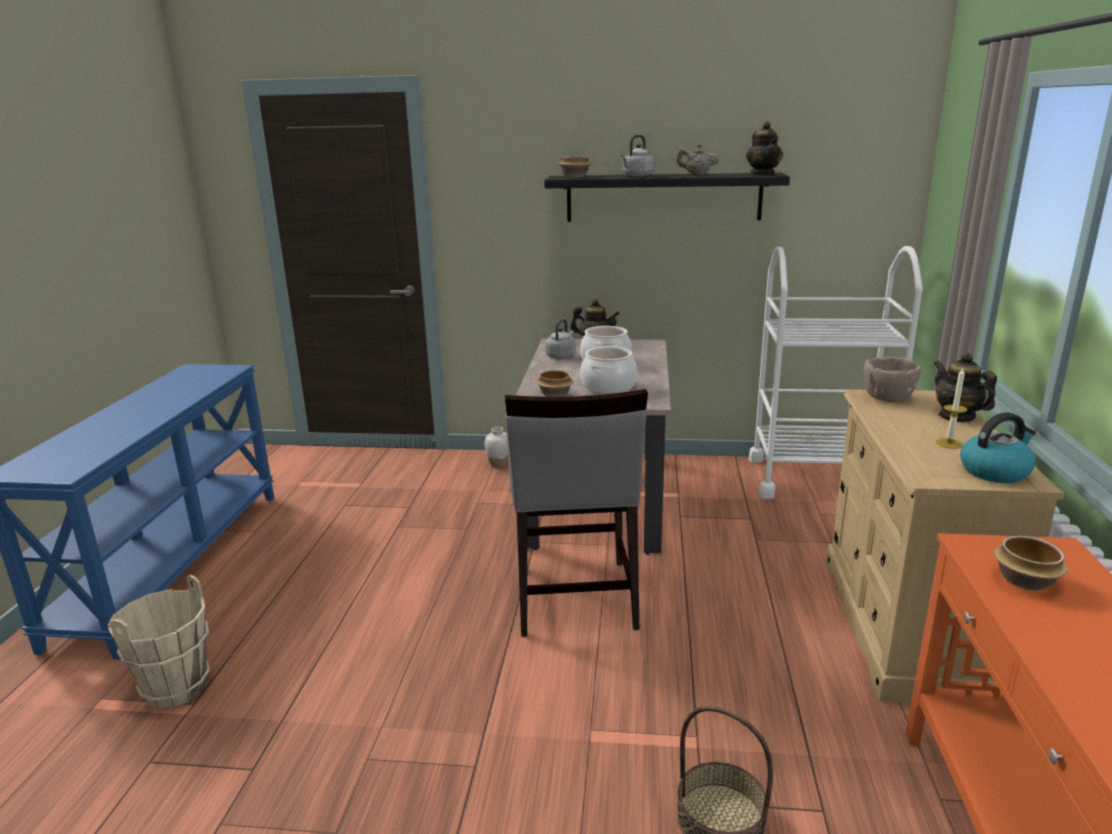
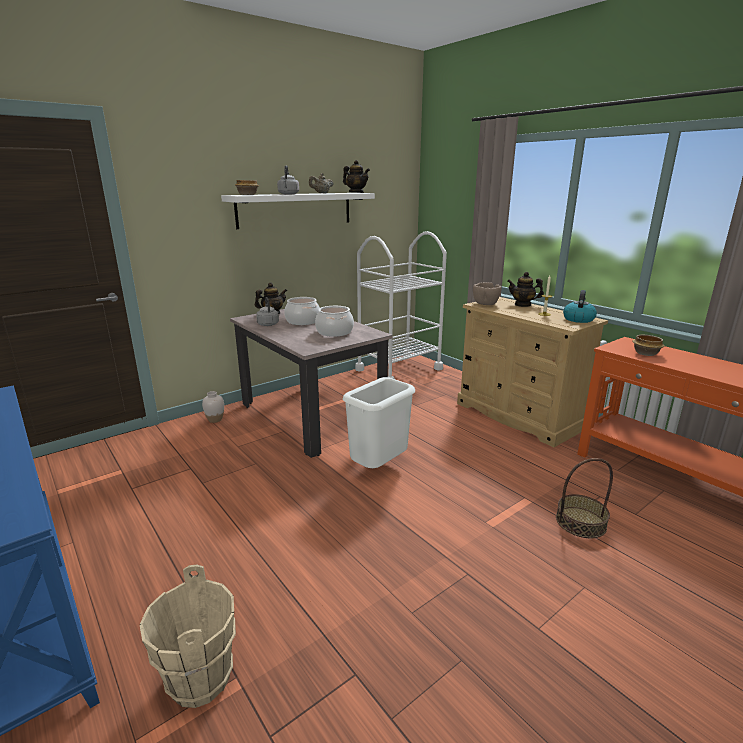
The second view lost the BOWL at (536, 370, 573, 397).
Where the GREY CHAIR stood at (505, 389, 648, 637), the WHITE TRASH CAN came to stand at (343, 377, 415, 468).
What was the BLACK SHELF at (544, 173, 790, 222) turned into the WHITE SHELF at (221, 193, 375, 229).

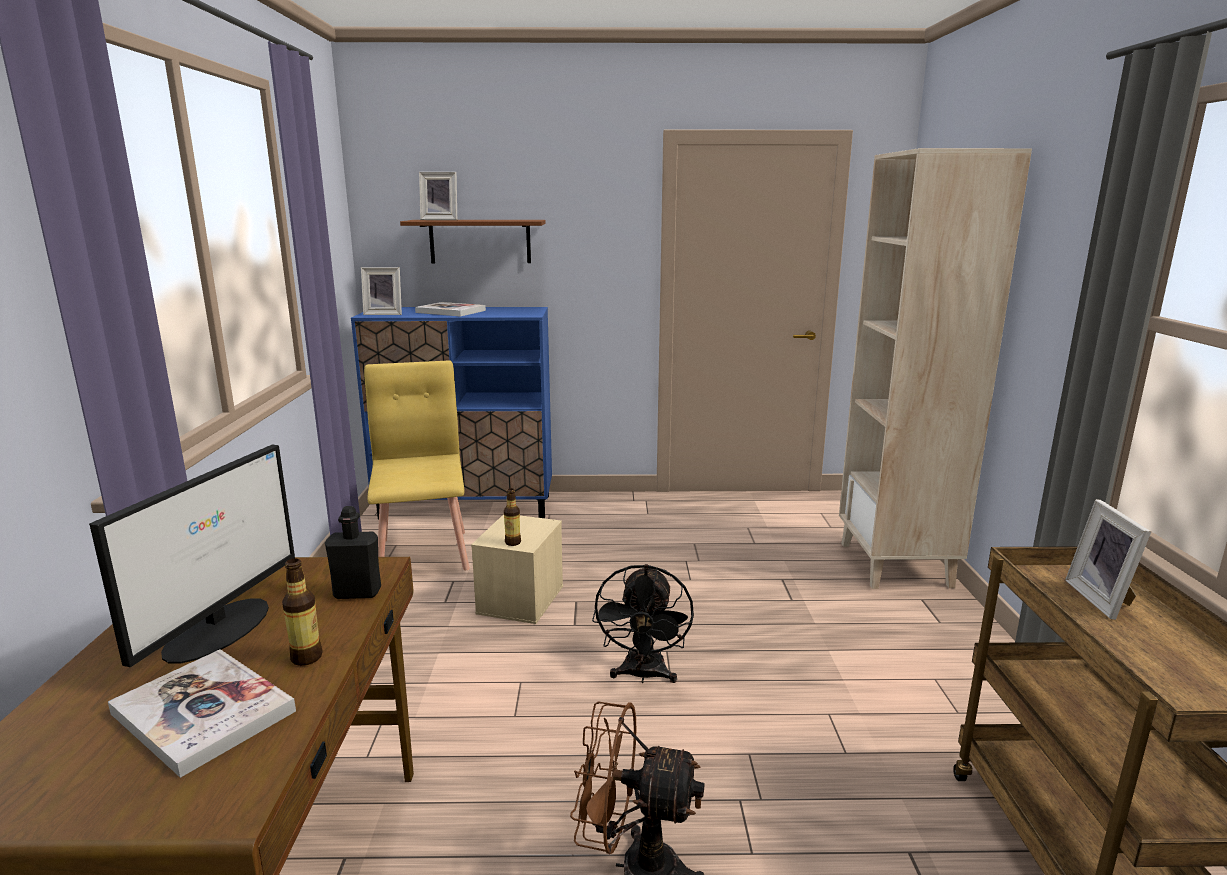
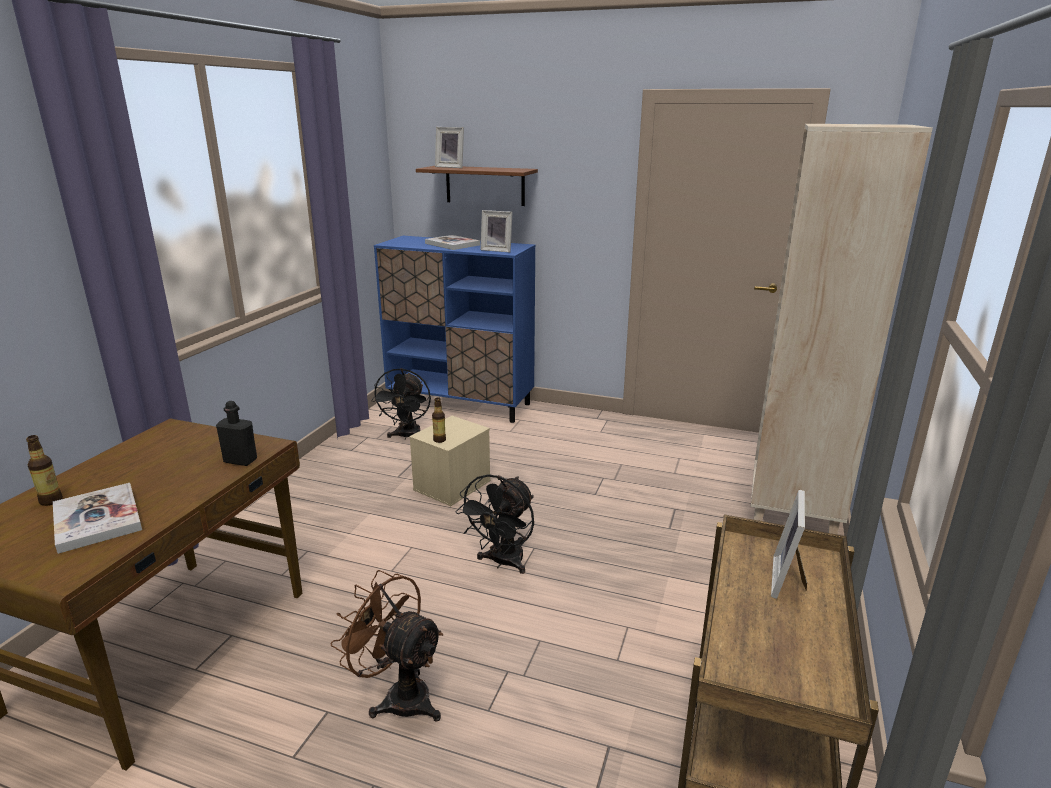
The second view lost the MONITOR at (89, 445, 295, 667).
The BOTTLE ended up elsewhere, having gone from (282, 558, 322, 666) to (26, 435, 63, 506).
The PICTURE FRAME ended up elsewhere, having gone from (361, 267, 402, 315) to (480, 210, 512, 252).
Where the YELLOW CHAIR stood at (364, 360, 470, 570), the BLACK FAN came to stand at (371, 368, 431, 440).

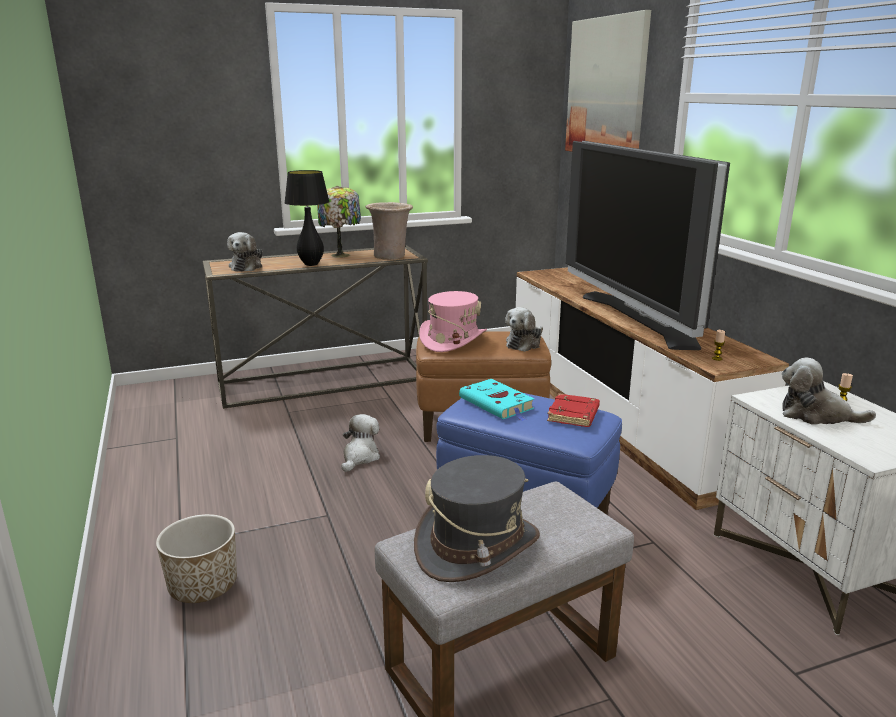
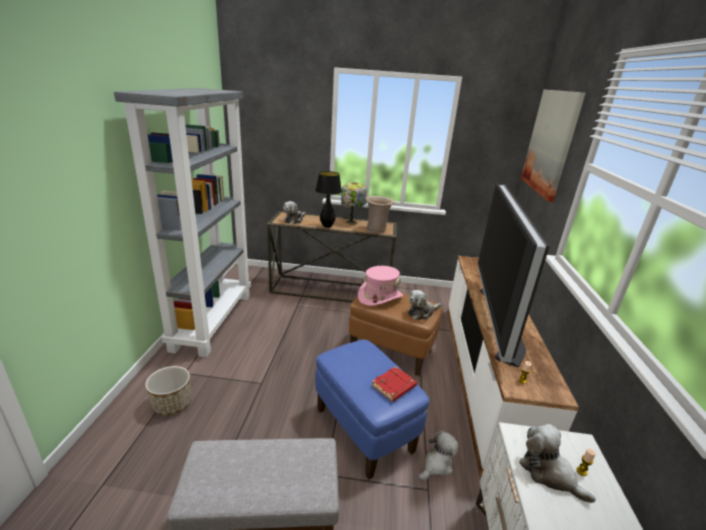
The second view lost the GREY HAT at (414, 455, 540, 582).
The second view lost the TURQUOISE BOOK at (459, 379, 534, 421).
The second view gained the GREY BOOKCASE at (114, 88, 251, 357).
The PLUSH TOY ended up elsewhere, having gone from (341, 414, 380, 472) to (419, 430, 459, 481).

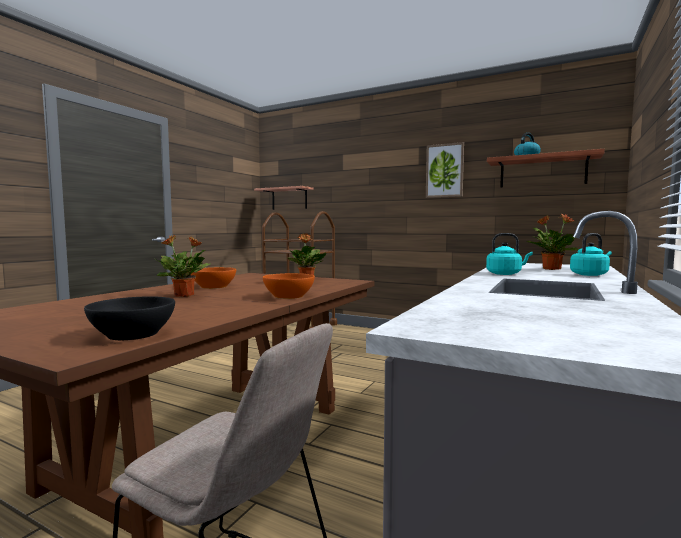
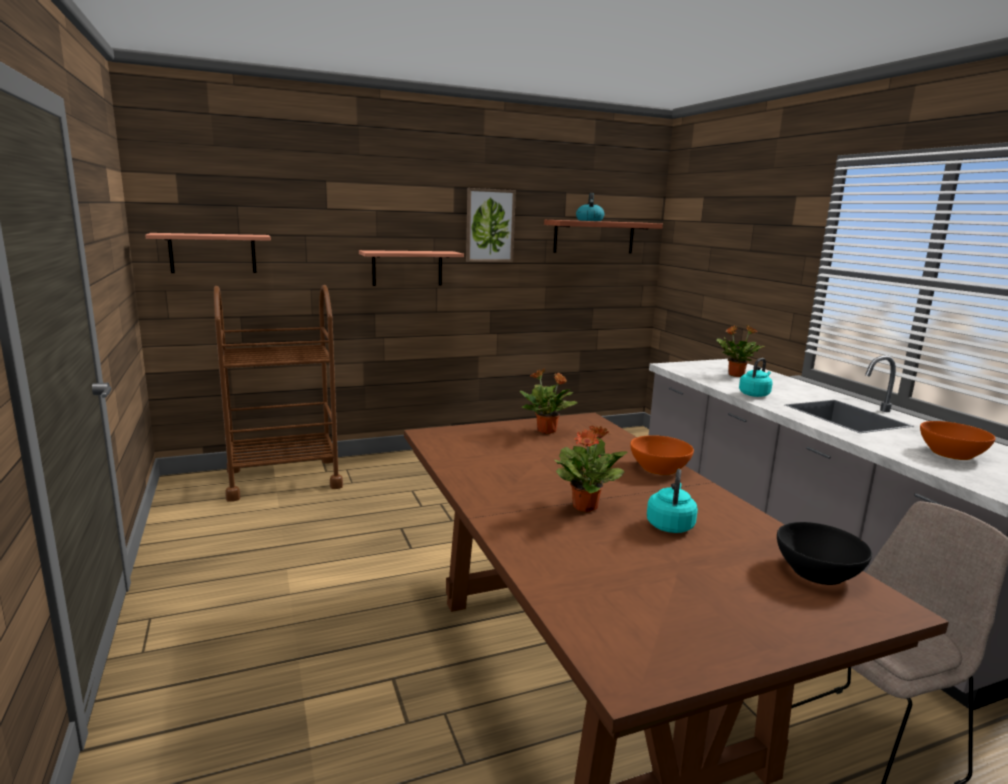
The second view gained the SHELF at (359, 250, 464, 286).
The ORANGE BOWL ended up elsewhere, having gone from (191, 267, 236, 289) to (920, 421, 996, 460).
The TURQUOISE KETTLE ended up elsewhere, having gone from (570, 233, 612, 276) to (647, 469, 698, 533).

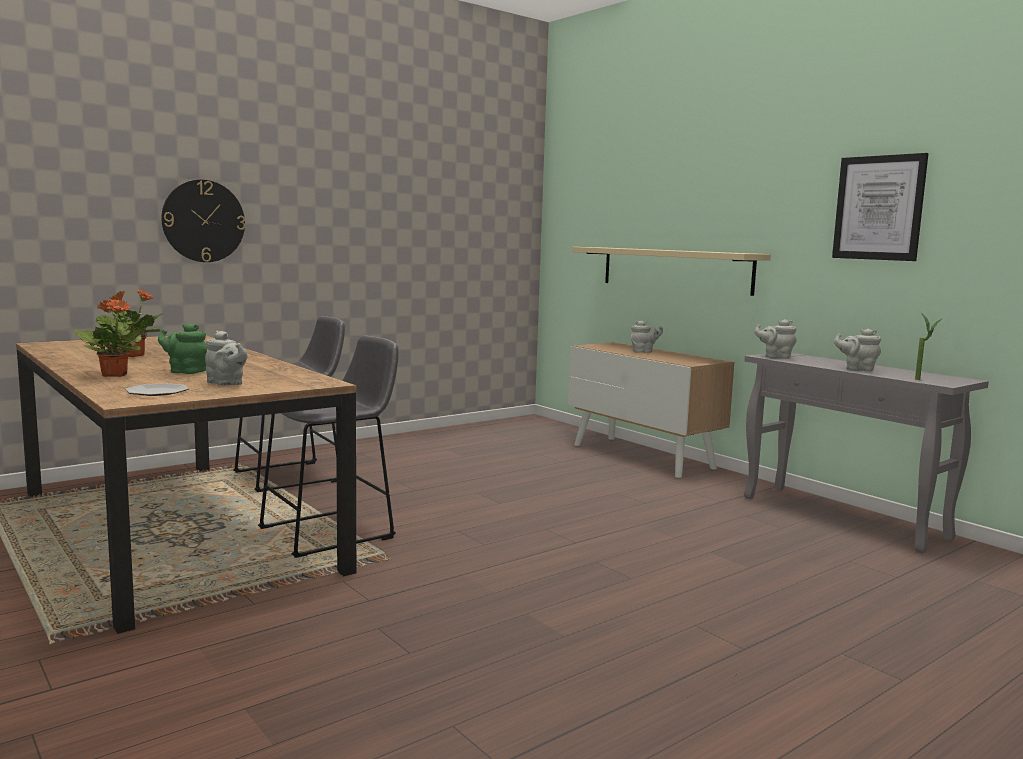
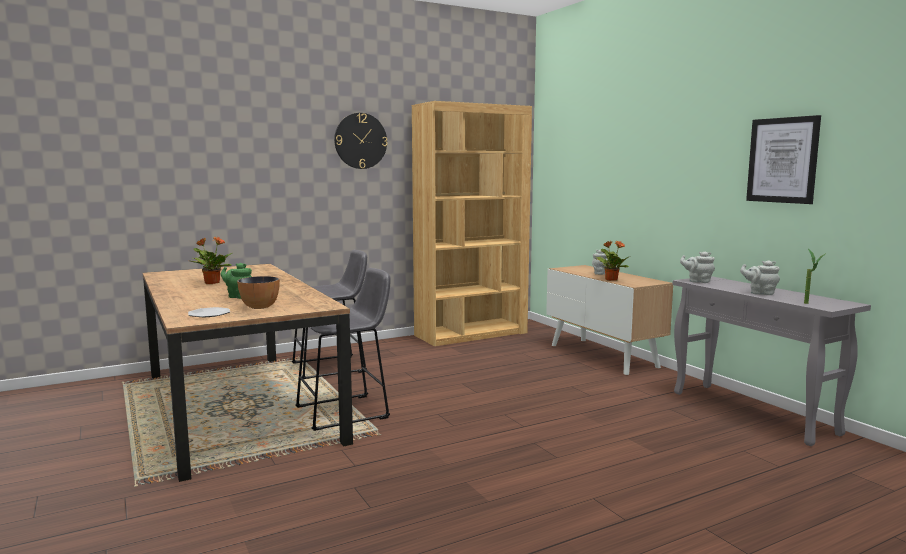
The second view lost the BEIGE SHELF at (572, 247, 771, 296).
The second view gained the BROWN BOOKCASE at (412, 101, 532, 346).
The POTTED PLANT ended up elsewhere, having gone from (74, 299, 144, 377) to (595, 241, 629, 281).
The WALL CLOCK ended up elsewhere, having gone from (162, 180, 245, 262) to (334, 113, 387, 169).
Where the GREY TEAPOT stood at (205, 331, 248, 385), the BOWL came to stand at (237, 276, 280, 309).

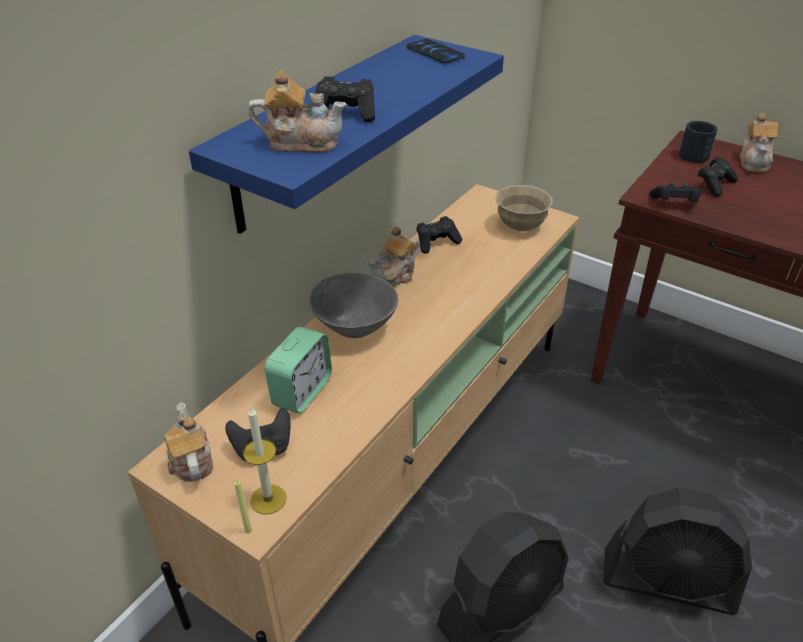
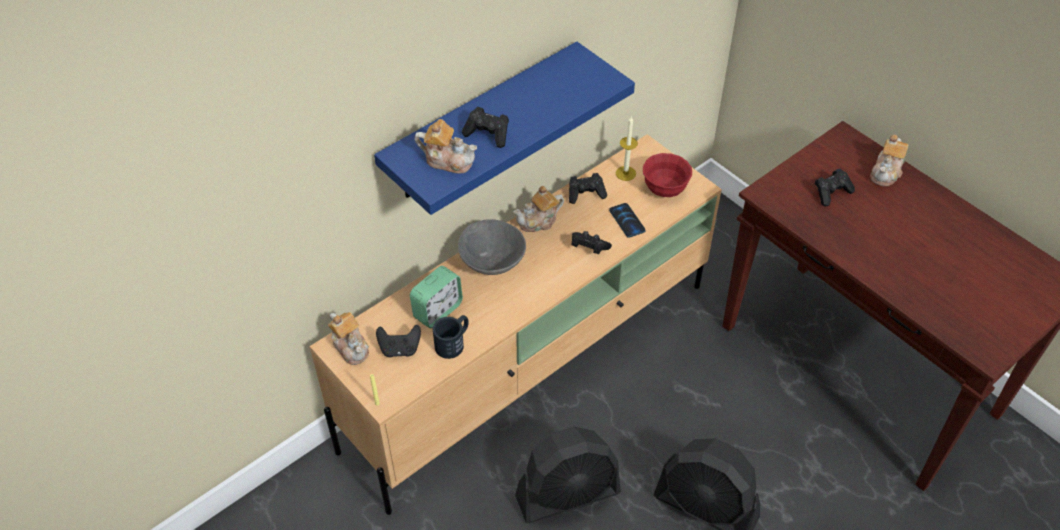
The CANDLE ended up elsewhere, having gone from (243, 407, 286, 515) to (616, 117, 638, 181).
The PHONE ended up elsewhere, having gone from (407, 39, 465, 64) to (609, 203, 645, 238).
The BLACK GAME CONTROLLER ended up elsewhere, having gone from (649, 182, 702, 202) to (571, 231, 612, 254).
The BLACK MUG ended up elsewhere, having gone from (679, 121, 718, 163) to (433, 315, 469, 359).
What was the BEIGE BOWL at (496, 185, 553, 232) turned into the RED BOWL at (643, 153, 692, 197).
The TEAPOT at (164, 402, 213, 482) ended up facing another way, 150 degrees clockwise from before.

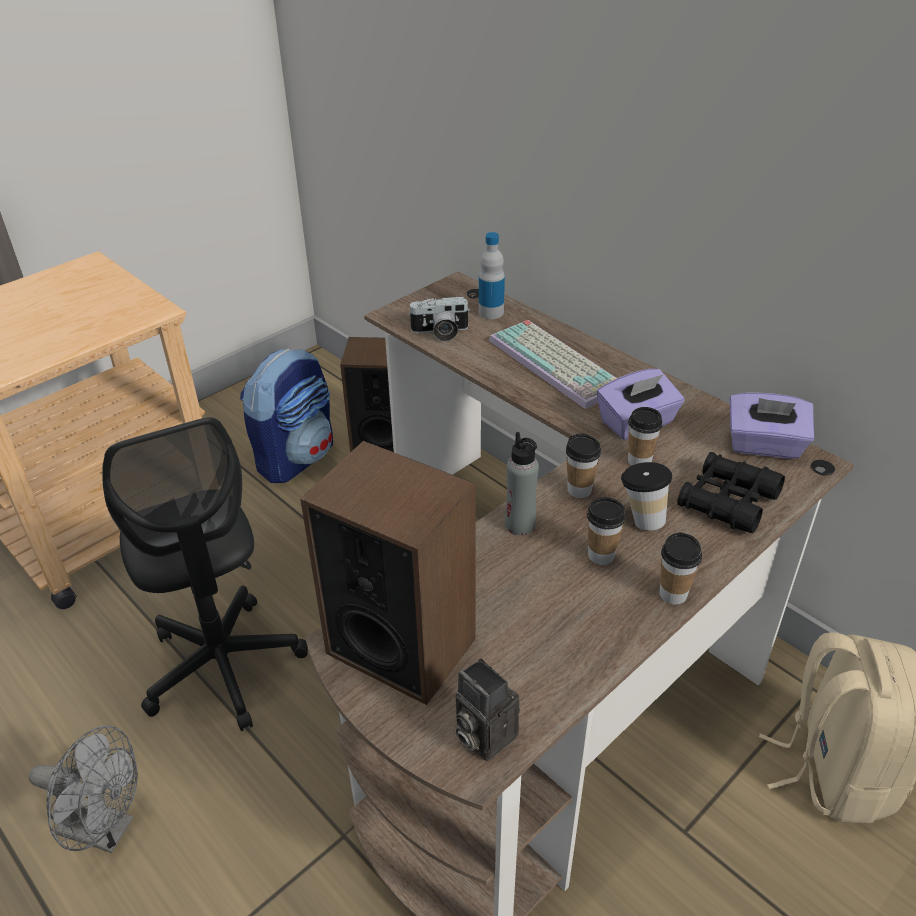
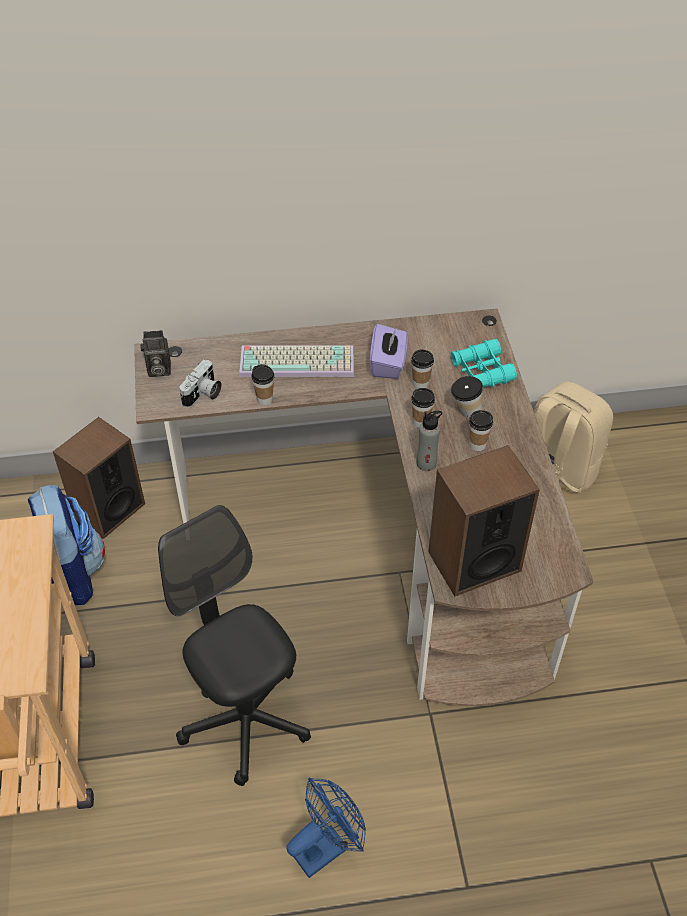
The second view lost the BOTTLE at (479, 232, 505, 319).
The second view lost the PURPLE TISSUE BOX at (730, 393, 814, 459).
The PHOTO CAMERA ended up elsewhere, having gone from (455, 658, 520, 761) to (140, 330, 171, 377).
The CUP ended up elsewhere, having gone from (660, 532, 702, 605) to (251, 364, 274, 406).
What was the GREY FAN at (28, 726, 138, 853) turned into the BLUE FAN at (286, 778, 366, 878).
What was the BLACK BINOCULARS at (677, 452, 785, 533) turned into the TURQUOISE BINOCULARS at (451, 339, 517, 387).
The BLACK OFFICE CHAIR at (102, 417, 308, 731) ended up facing another way, 135 degrees counterclockwise from before.

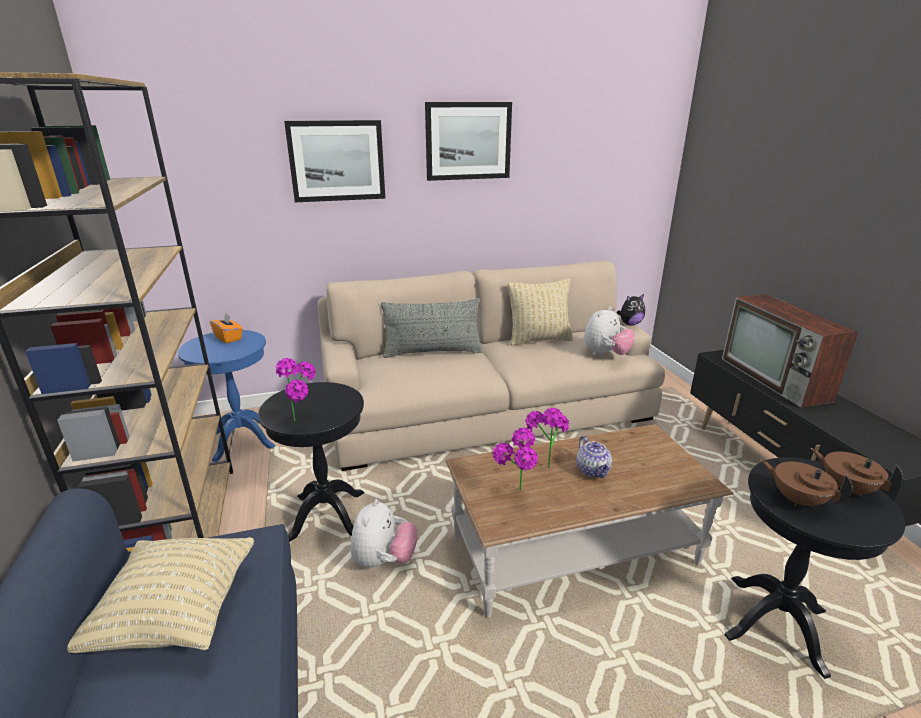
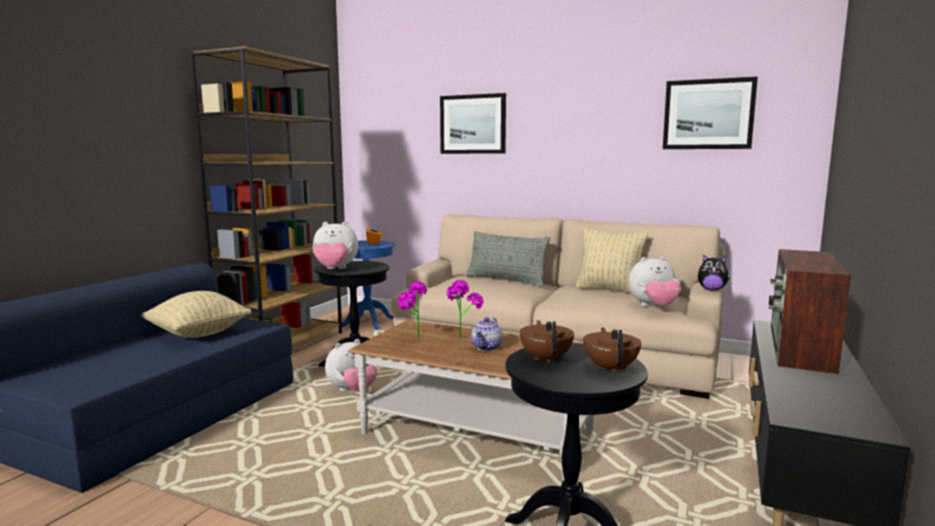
The PICTURE ended up elsewhere, having gone from (425, 102, 512, 181) to (663, 77, 758, 149).
Where the POTTED PLANT stood at (276, 358, 316, 421), the PLUSH TOY came to stand at (313, 222, 358, 269).

